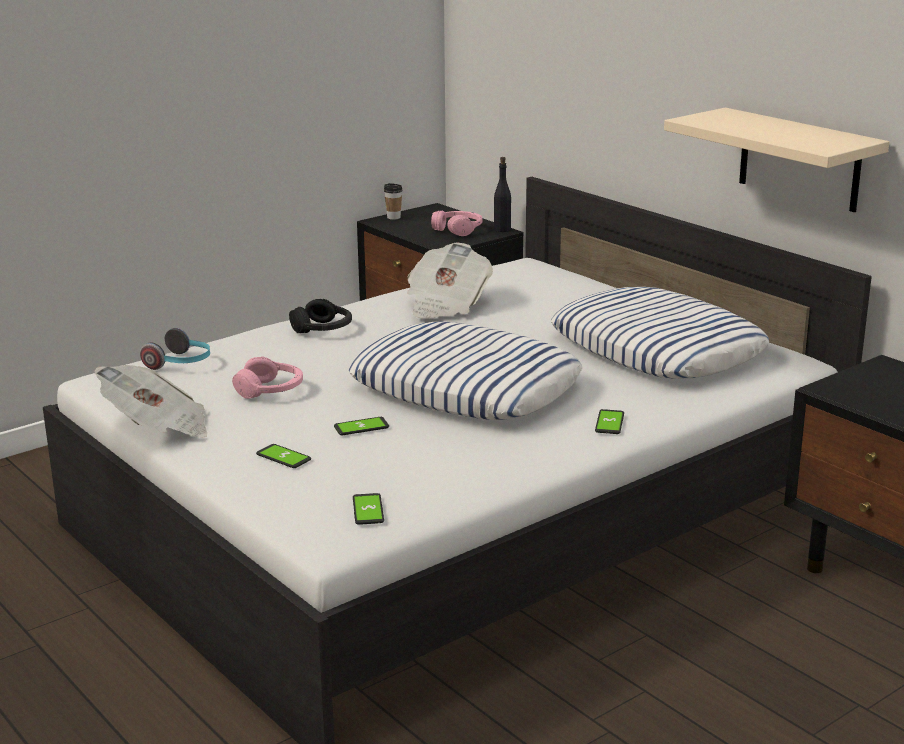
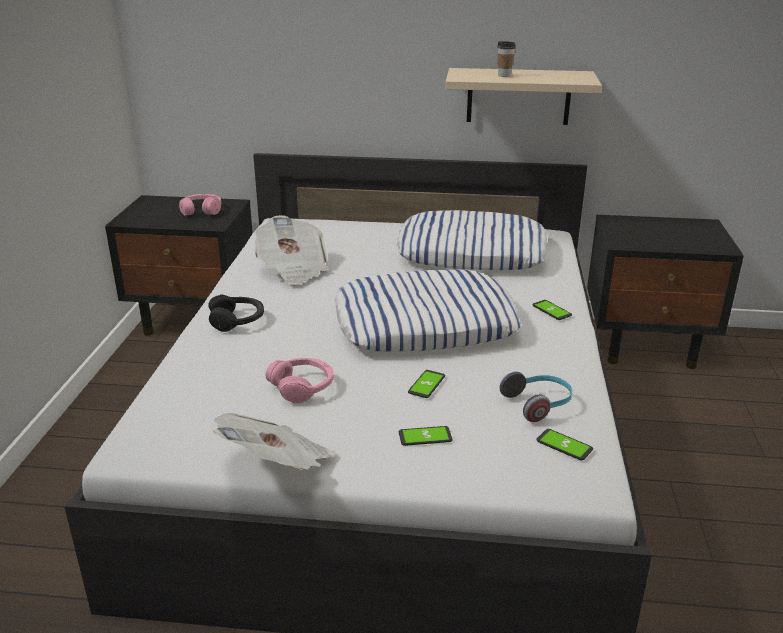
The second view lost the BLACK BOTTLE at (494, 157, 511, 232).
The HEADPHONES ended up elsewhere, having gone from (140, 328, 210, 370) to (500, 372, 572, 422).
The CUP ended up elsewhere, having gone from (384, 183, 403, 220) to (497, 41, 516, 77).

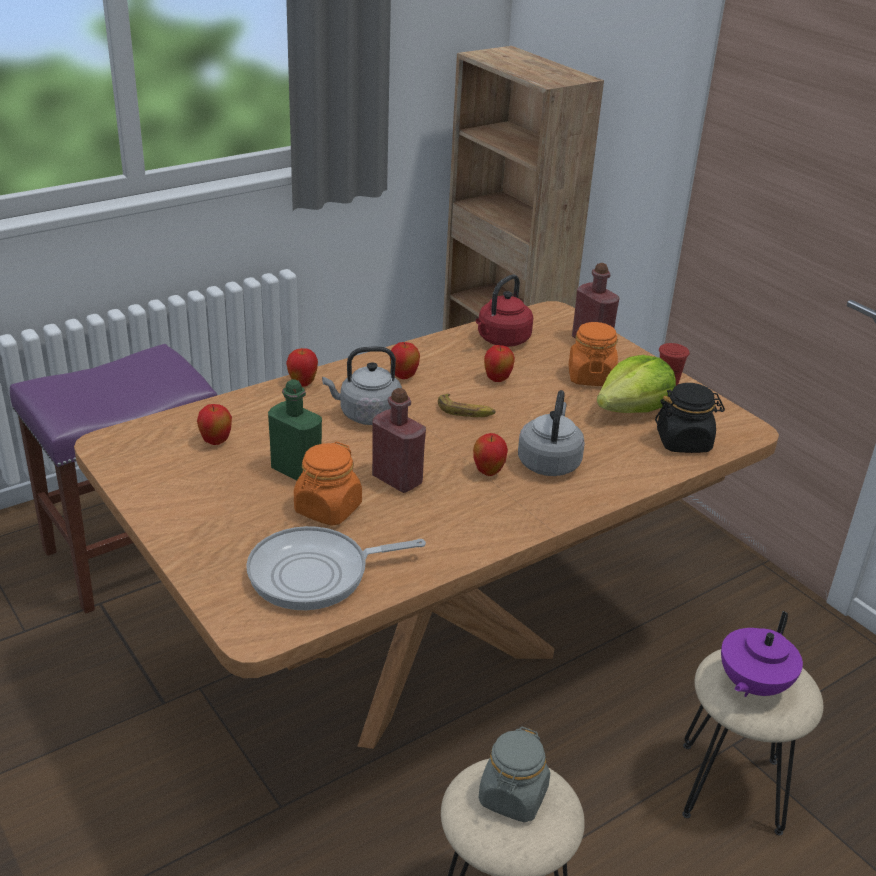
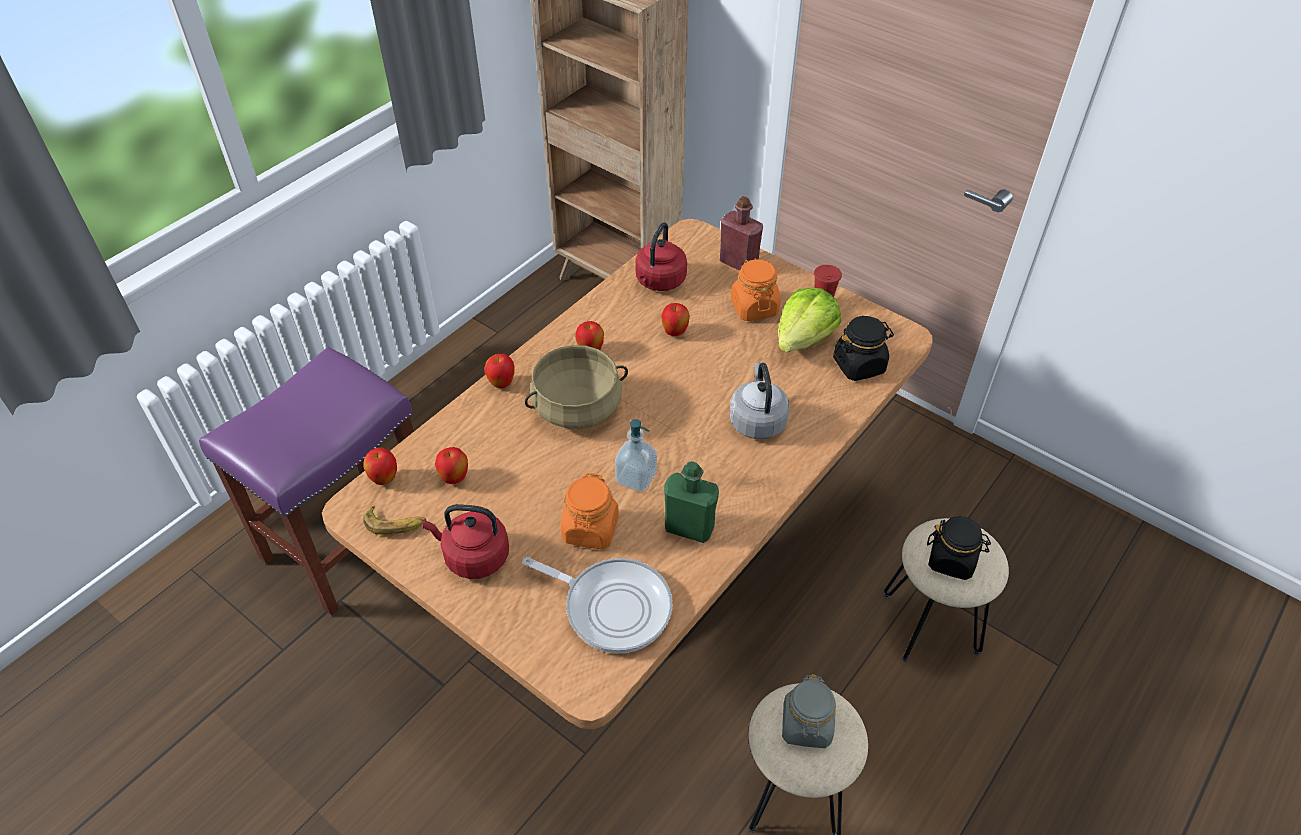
The second view gained the RED KETTLE at (422, 504, 509, 579).
The GREEN BOTTLE ended up elsewhere, having gone from (268, 379, 322, 481) to (664, 461, 719, 543).
The BANANA ended up elsewhere, having gone from (438, 394, 496, 417) to (363, 506, 426, 534).
The APPLE ended up elsewhere, having gone from (473, 433, 508, 476) to (363, 448, 397, 485).
Where the GREY KETTLE stood at (322, 346, 402, 425), the BEIGE COOKING POT came to stand at (525, 345, 628, 429).
Where the RED BOTTLE stood at (372, 388, 426, 493), the SOAP DISPENSER came to stand at (615, 419, 657, 492).
Where the PURPLE TEAPOT stood at (721, 611, 803, 697), the BLACK JAR came to stand at (927, 516, 991, 580).
The FRYING PAN at (246, 526, 426, 610) ended up facing another way, 120 degrees counterclockwise from before.

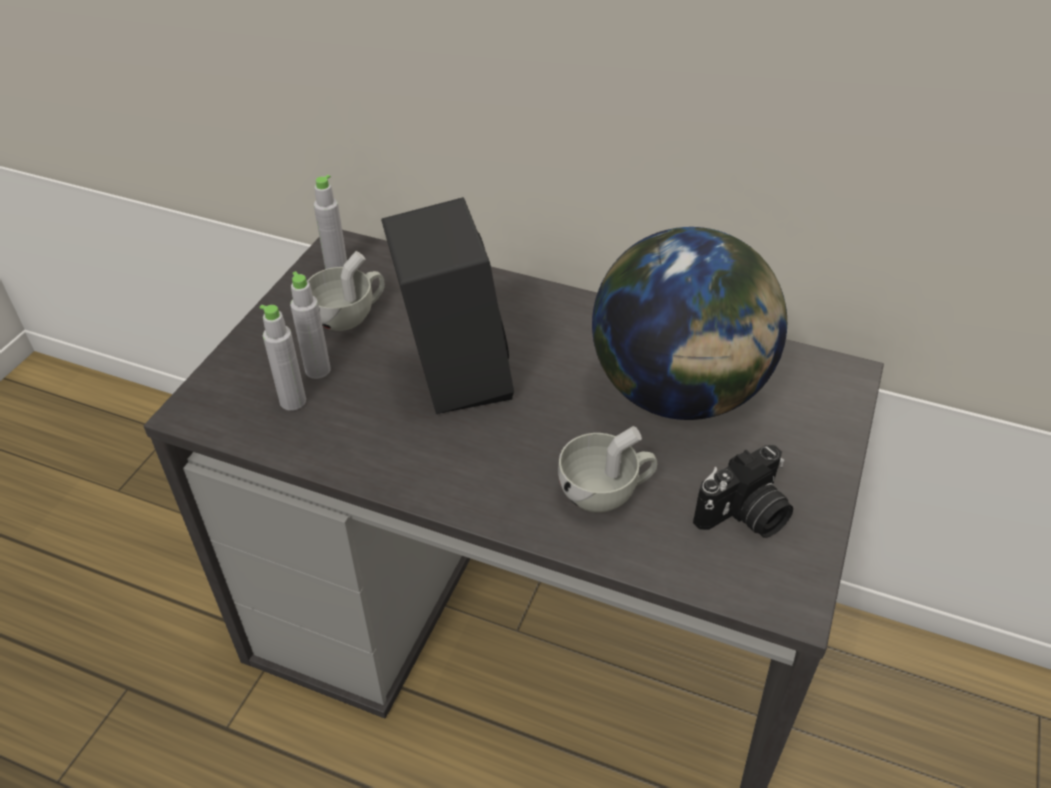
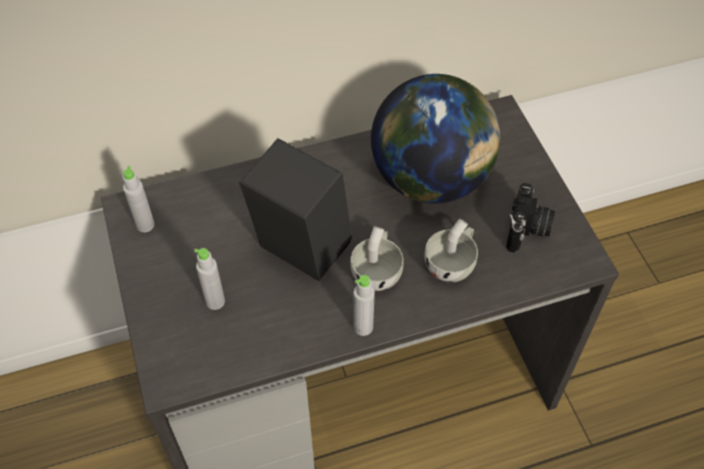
The GREY BOTTLE ended up elsewhere, having gone from (259, 305, 306, 411) to (353, 275, 375, 336).
The WHITE CUP ended up elsewhere, having gone from (307, 251, 385, 331) to (350, 226, 404, 291).

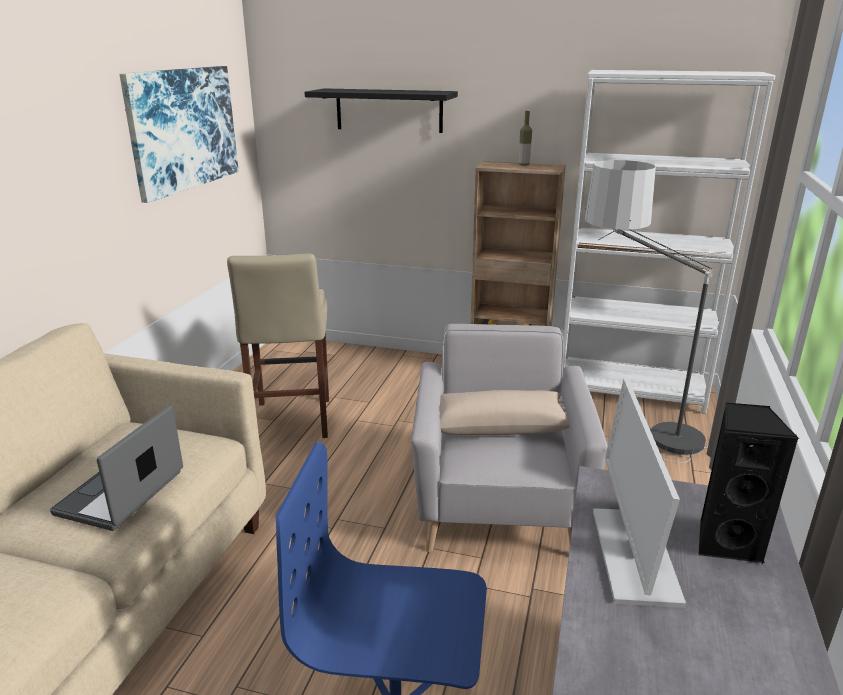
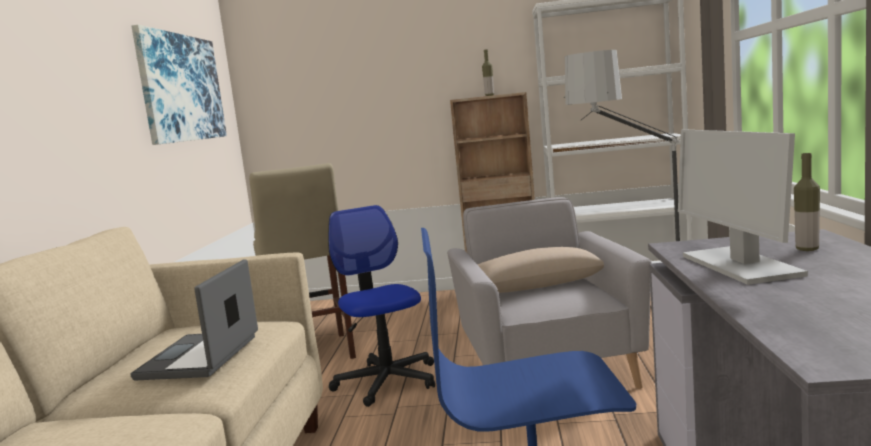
The second view lost the BLACK SHELF at (304, 88, 458, 133).
The second view gained the OFFICE CHAIR at (328, 205, 435, 407).
Where the BLACK SPEAKER stood at (699, 403, 799, 565), the BOTTLE came to stand at (794, 153, 820, 251).

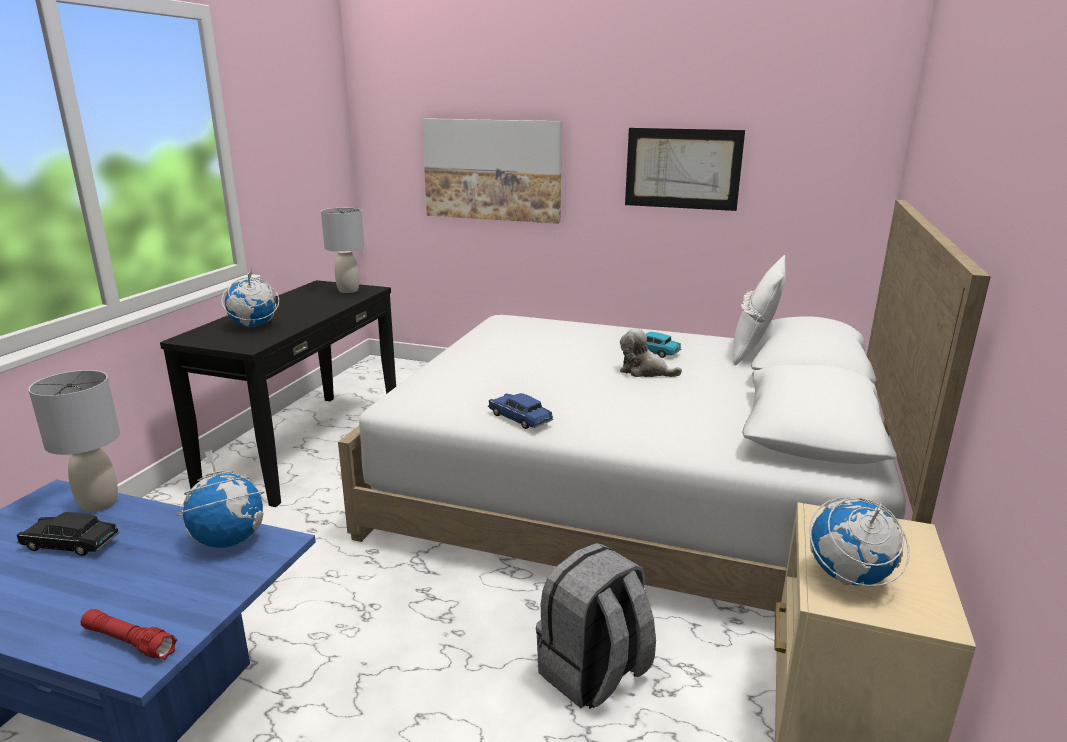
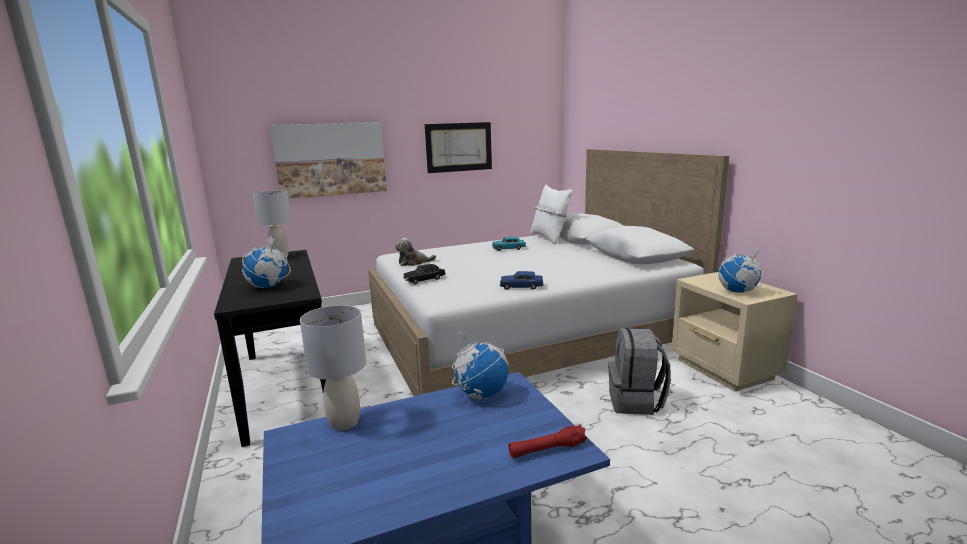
The BLACK TOY CAR ended up elsewhere, having gone from (17, 512, 120, 556) to (403, 264, 445, 284).
The PLUSH TOY ended up elsewhere, having gone from (620, 328, 682, 377) to (395, 238, 436, 266).

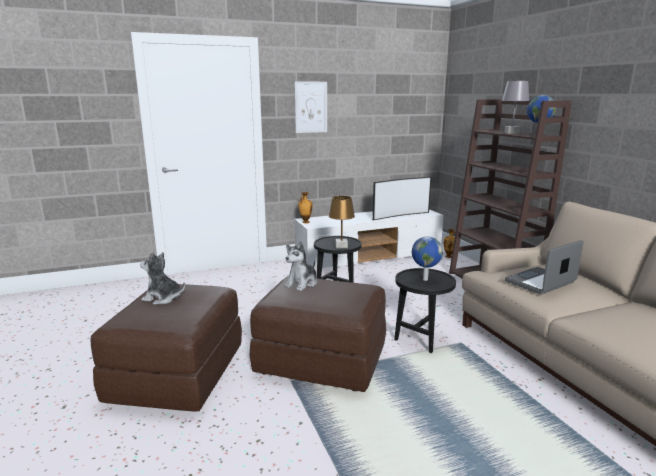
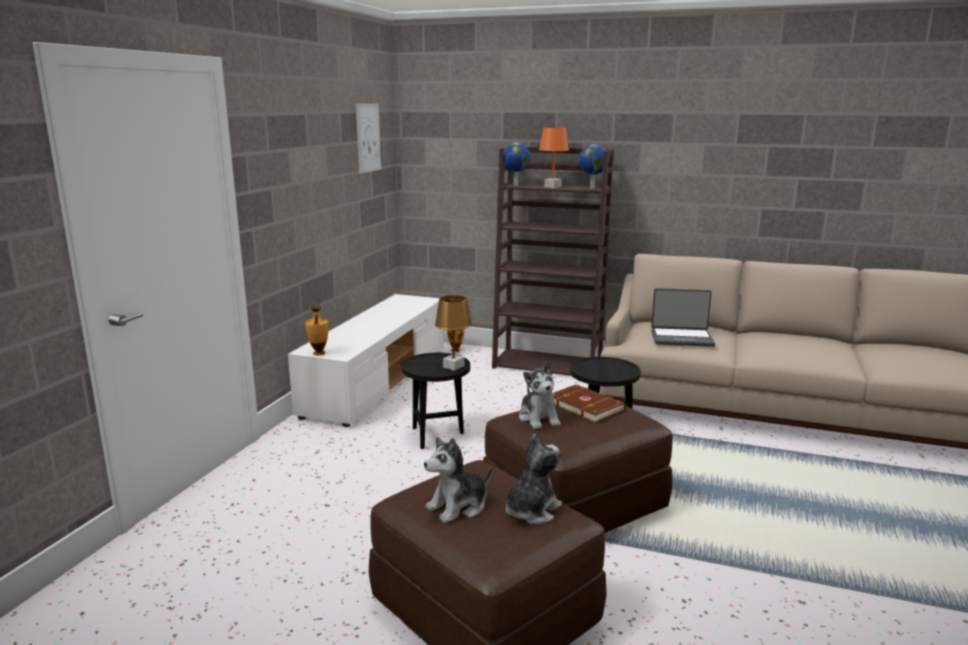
The second view lost the TELEVISION at (373, 177, 431, 220).
The second view gained the PLUSH TOY at (506, 433, 562, 525).
The second view gained the BROWN BOOK at (553, 384, 626, 423).
The PICTURE ended up elsewhere, having gone from (294, 81, 327, 133) to (356, 103, 381, 173).
The GLOBE ended up elsewhere, having gone from (412, 236, 443, 281) to (503, 143, 530, 186).
What was the GREY TABLE LAMP at (502, 81, 530, 134) turned into the ORANGE TABLE LAMP at (539, 127, 569, 188).
The LAPTOP at (505, 240, 583, 295) ended up facing another way, 90 degrees counterclockwise from before.

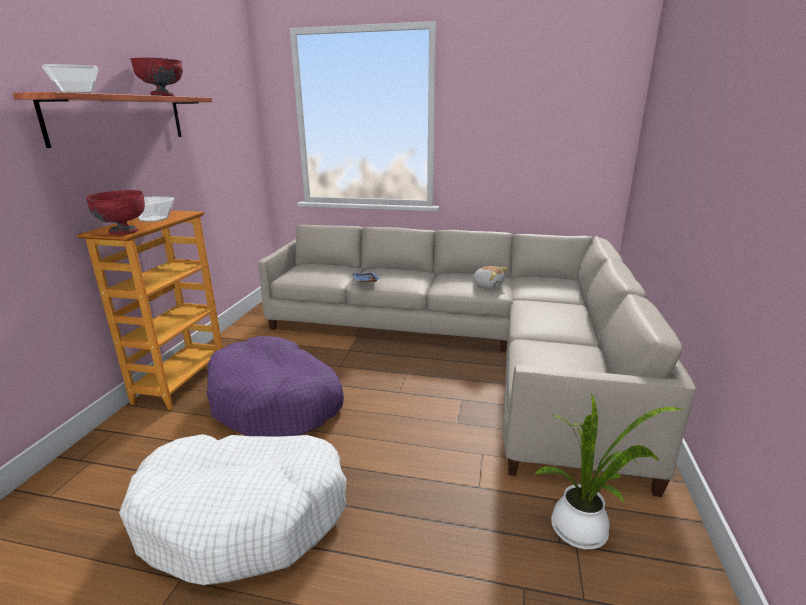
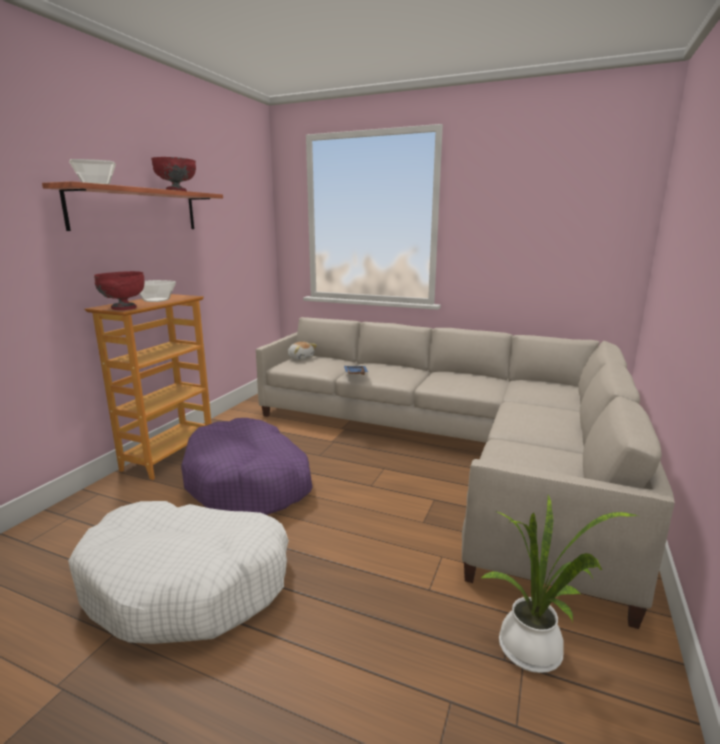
The PLUSH TOY ended up elsewhere, having gone from (472, 266, 508, 288) to (287, 342, 317, 361).

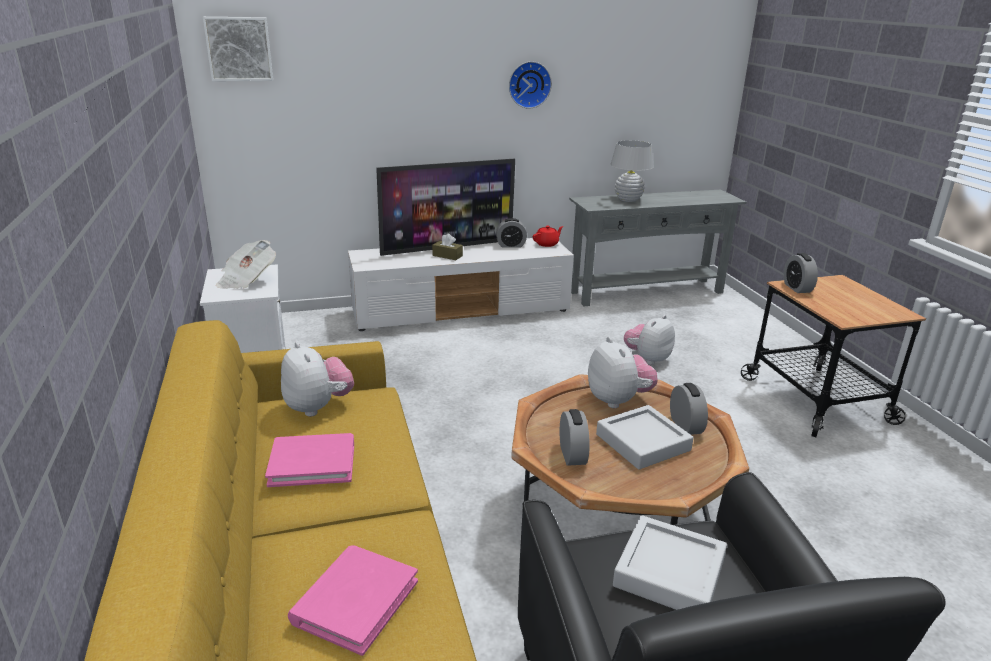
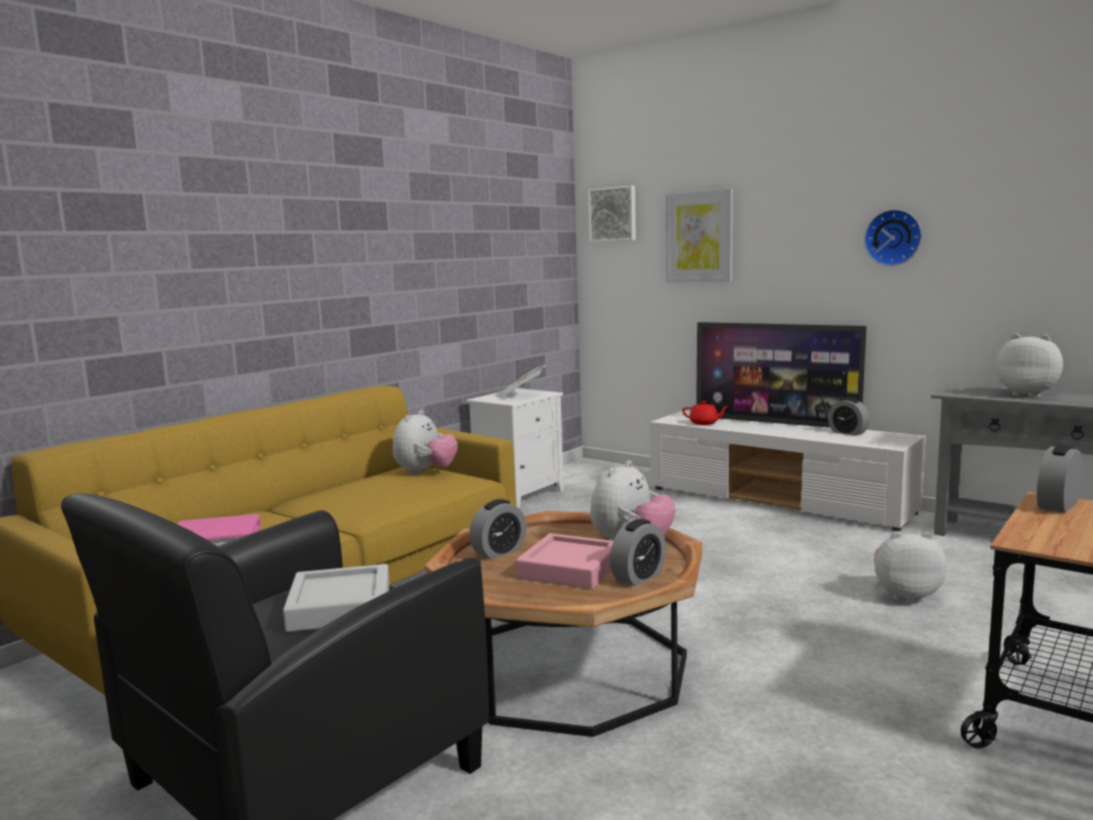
The second view lost the PINK BOOK at (265, 433, 354, 487).
The second view lost the BROWN TISSUE BOX at (432, 234, 463, 260).
The second view gained the PICTURE at (665, 189, 733, 282).
The RED TEAPOT ended up elsewhere, having gone from (533, 226, 563, 247) to (682, 401, 729, 425).
Where the WHITE TABLE LAMP stood at (610, 140, 654, 202), the PLUSH TOY came to stand at (995, 334, 1063, 398).
What was the GREY TRAY at (596, 405, 694, 470) turned into the PINK TRAY at (516, 533, 613, 589).

